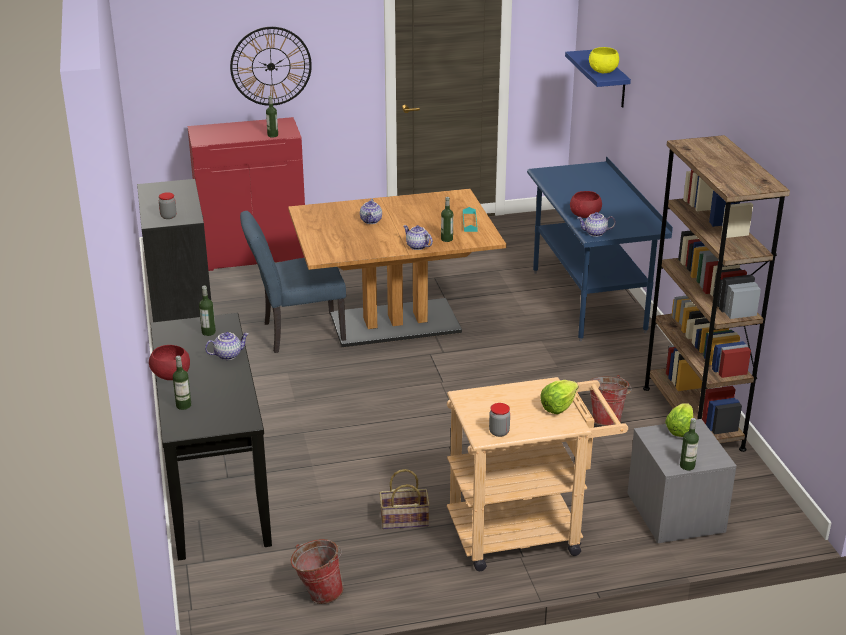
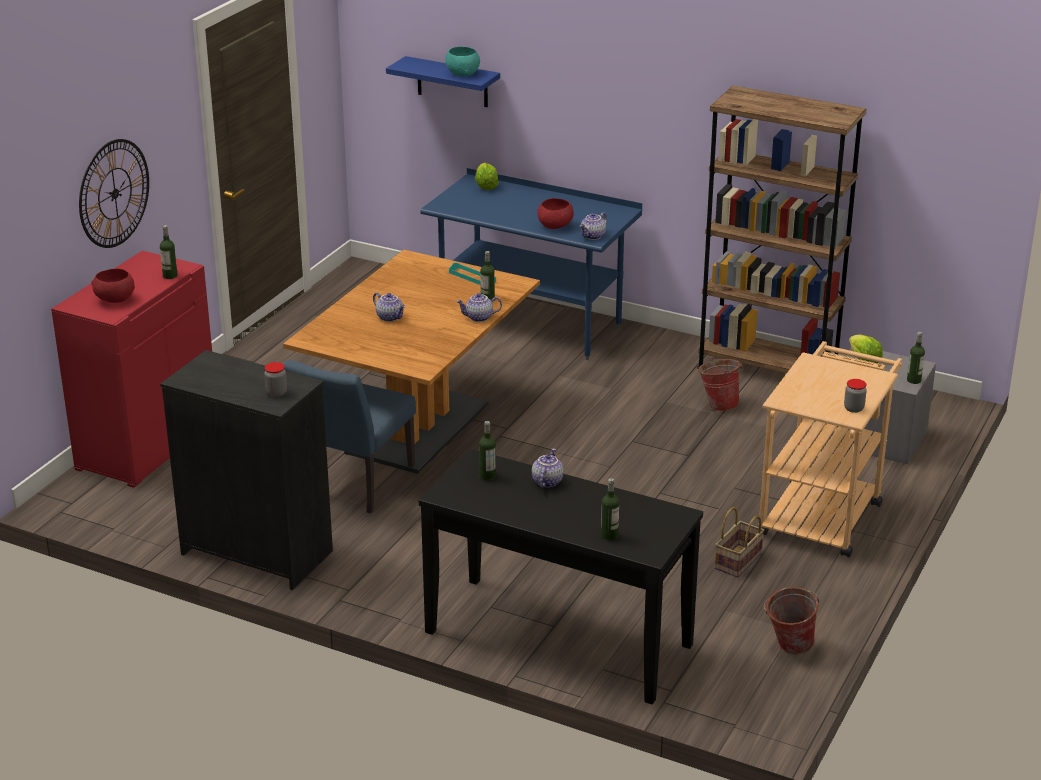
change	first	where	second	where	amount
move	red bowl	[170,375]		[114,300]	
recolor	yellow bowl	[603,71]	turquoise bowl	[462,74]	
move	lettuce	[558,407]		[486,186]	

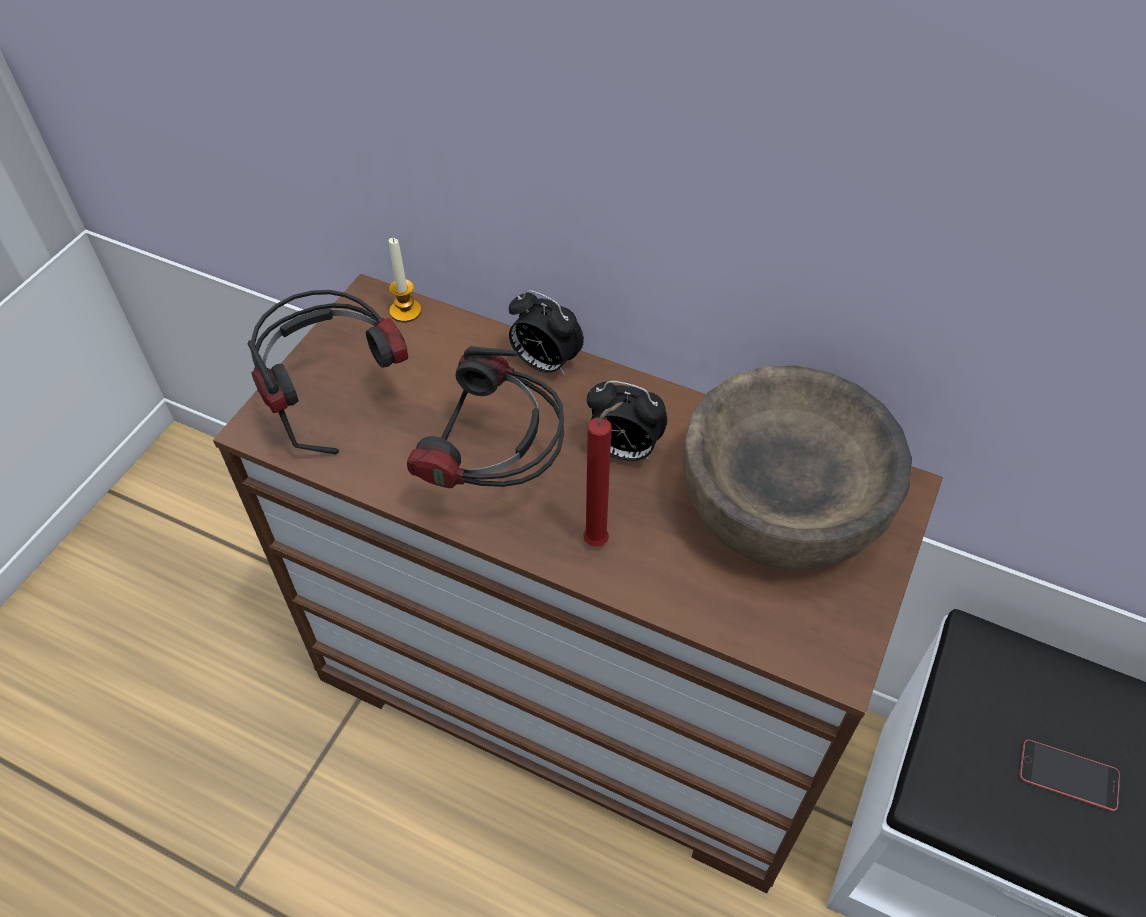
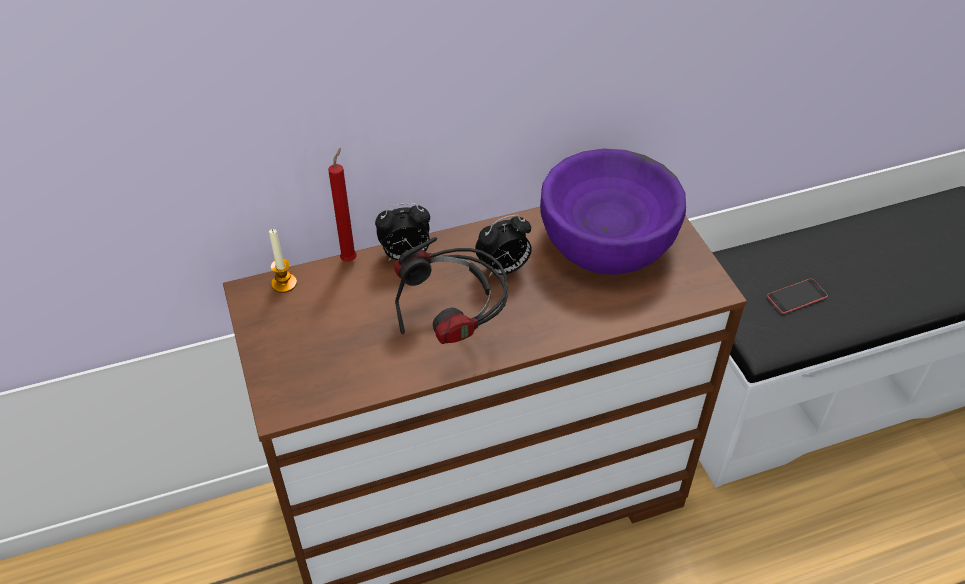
change	first	where	second	where	amount
move	red candle	[600,540]		[350,258]	
recolor	brown bowl	[782,502]	purple bowl	[607,238]	
delete	headphones	[335,400]			

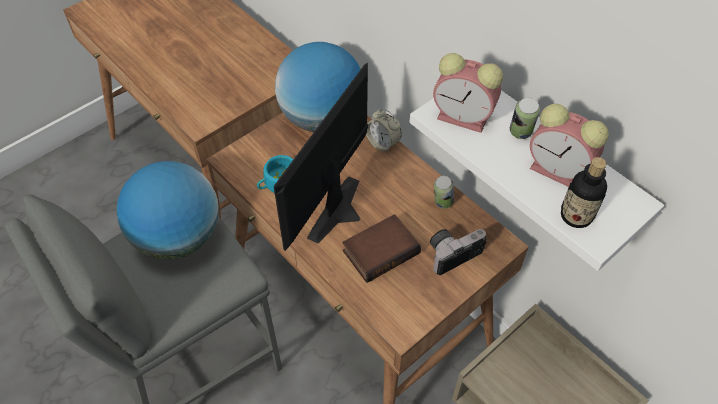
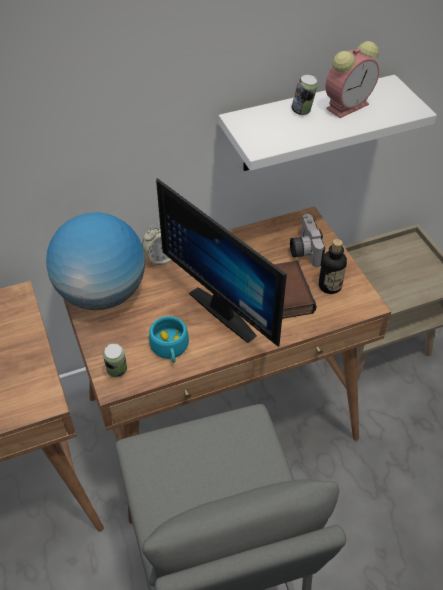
change	first	where	second	where	amount
move	can	[442,203]		[117,372]	
move	bottle	[576,216]		[330,286]	
delete	globe	[178,237]			
delete	alarm clock	[464,118]			

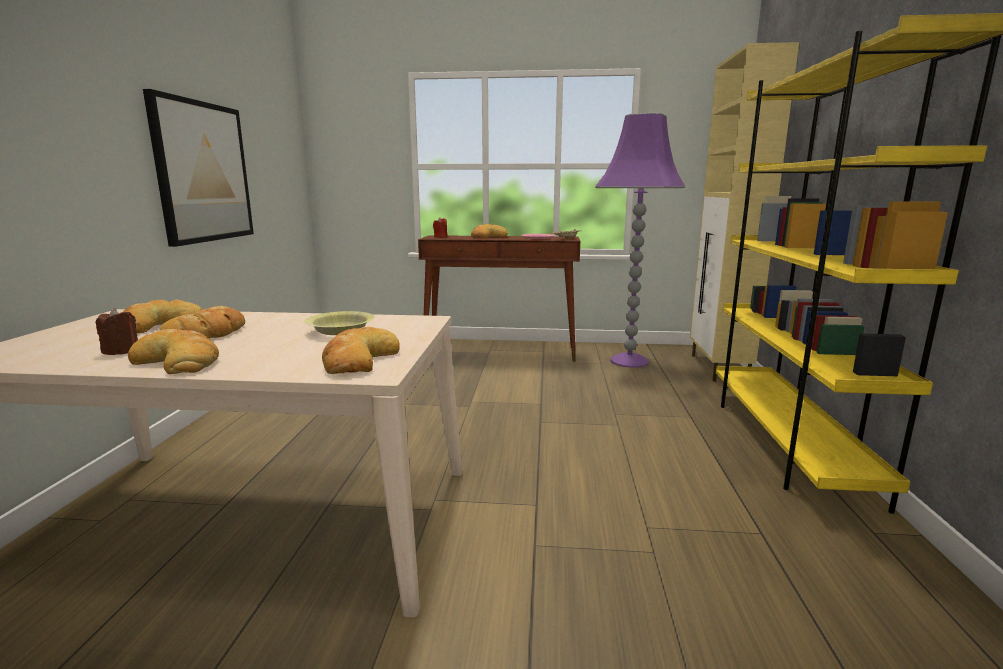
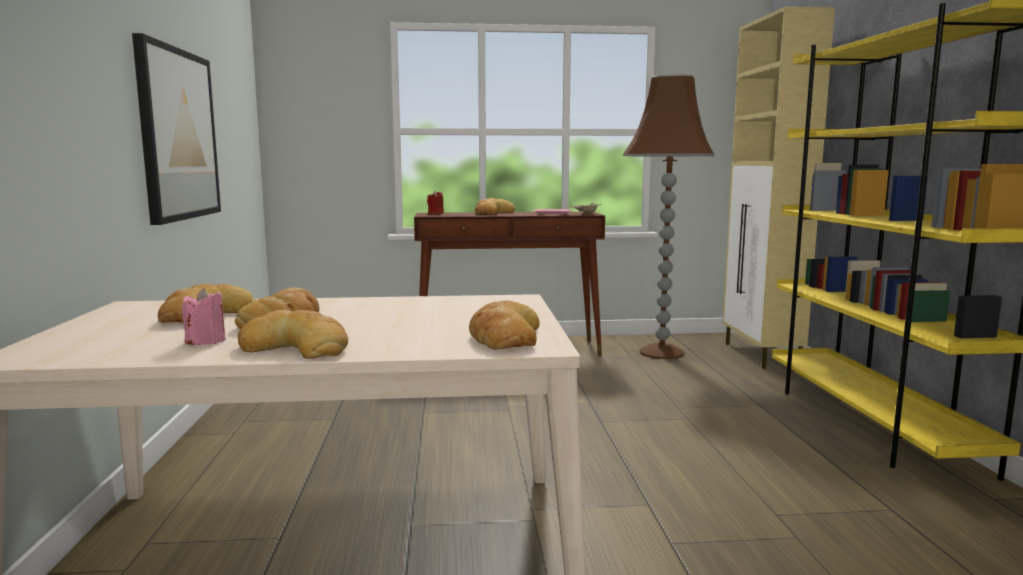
change	first	where	second	where	amount
recolor	brown candle	[121,351]	pink candle	[206,341]	
recolor	purple floor lamp	[628,361]	brown floor lamp	[661,352]	
delete	yellow bowl	[340,331]			

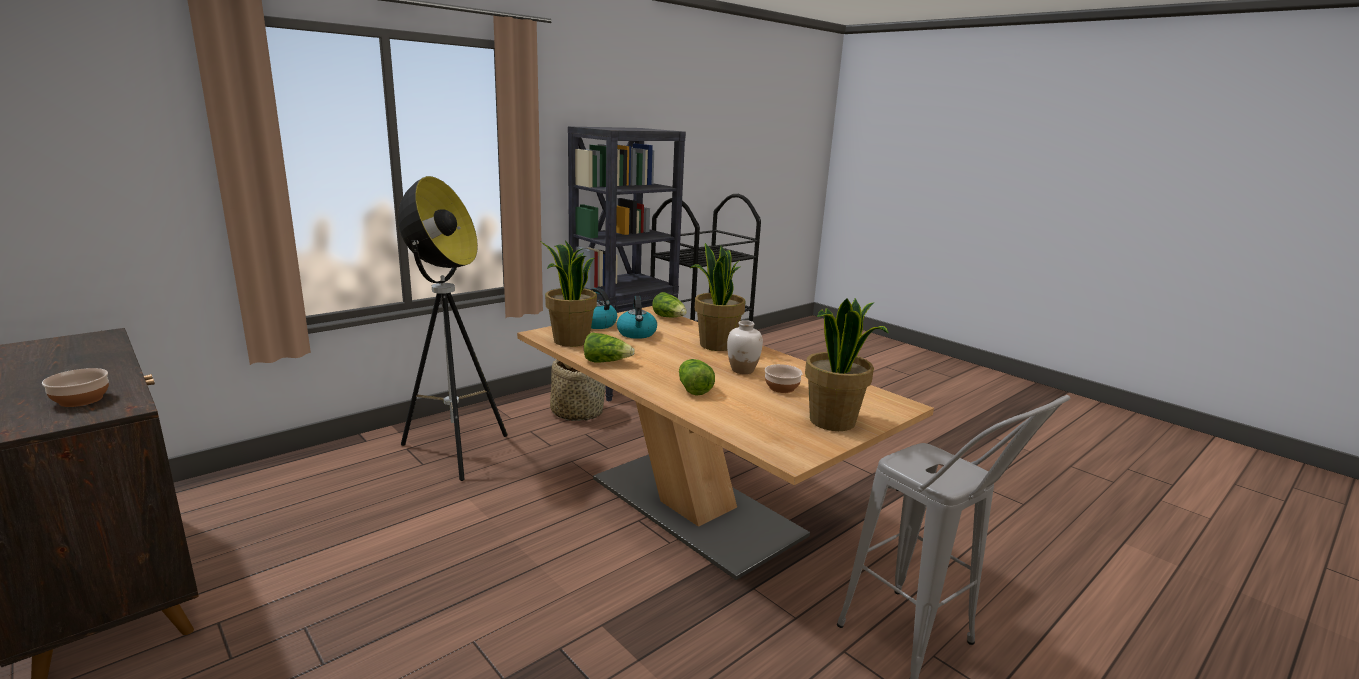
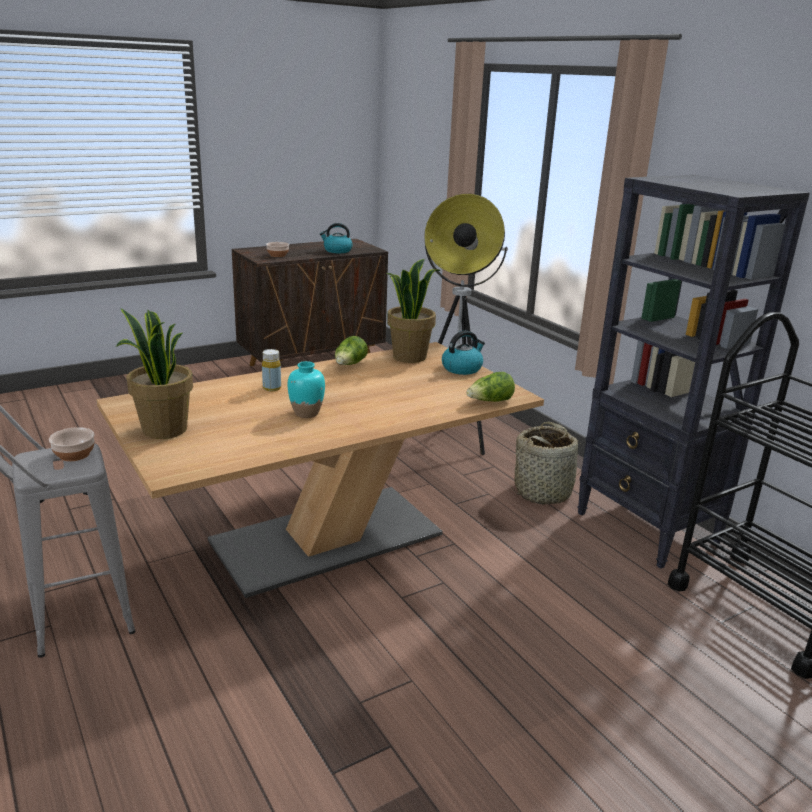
change	first	where	second	where	amount
move	bowl	[782,388]		[74,455]	
replace	lettuce	[693,388]	yellow bottle	[272,388]	
recolor	white vase	[742,370]	turquoise vase	[306,413]	
move	kettle	[637,334]		[337,251]	
delete	potted plant	[716,345]			

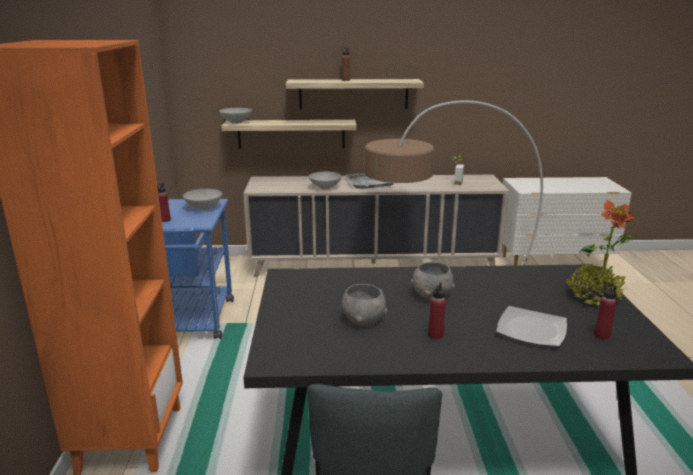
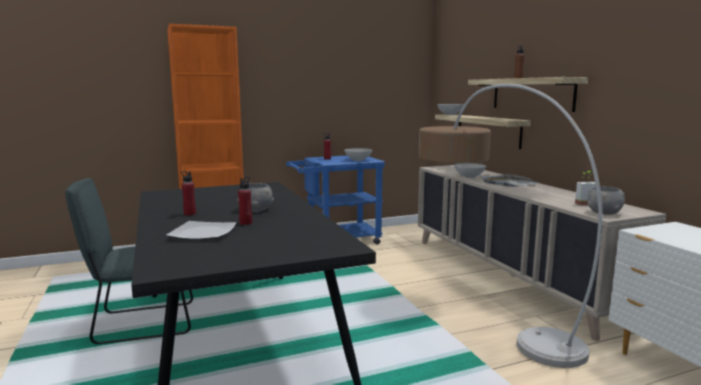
change	first	where	second	where	amount
move	red bottle	[601,335]		[246,223]	
move	grey bowl	[364,320]		[604,213]	
delete	potted plant	[594,297]			

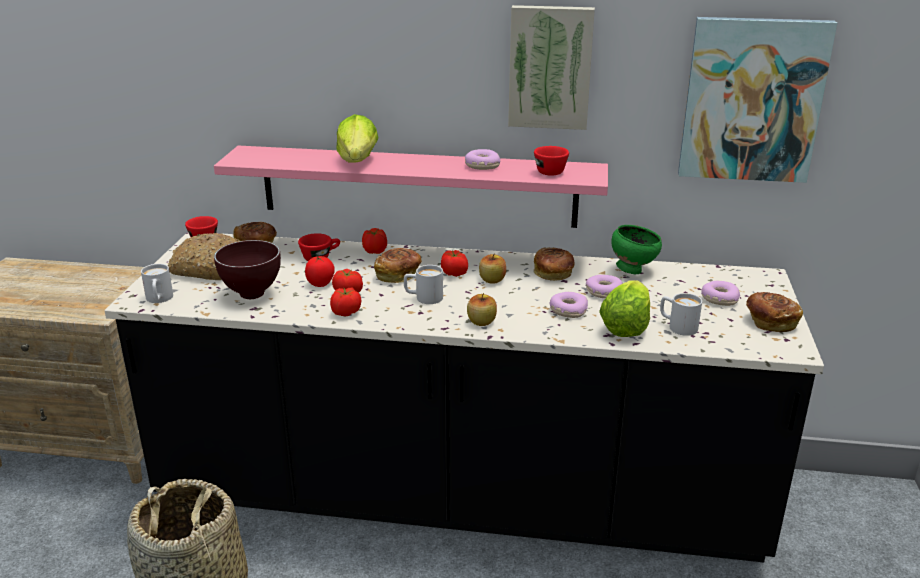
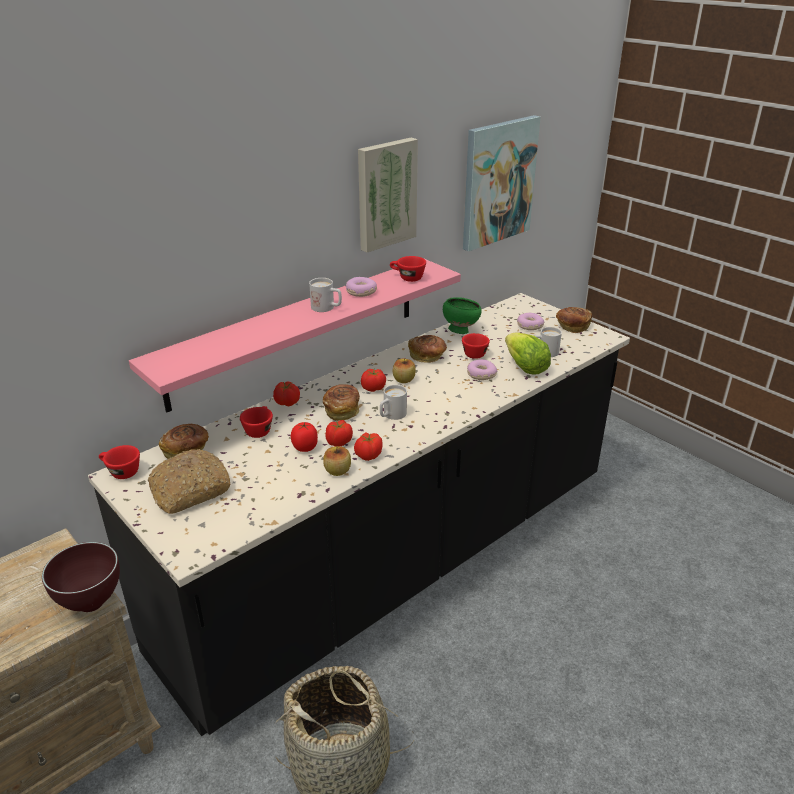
change	first	where	second	where	amount
move	brown bowl	[253,295]		[93,603]	
move	white mug	[159,300]		[327,308]	
move	apple	[481,322]		[337,471]	
replace	donut	[604,292]	red cup	[474,353]	
delete	lettuce	[358,161]			

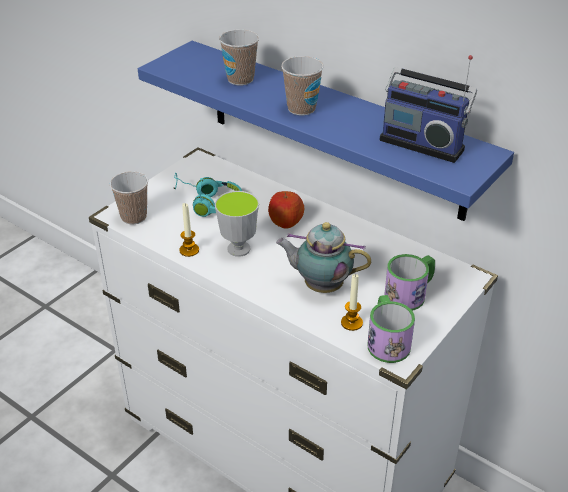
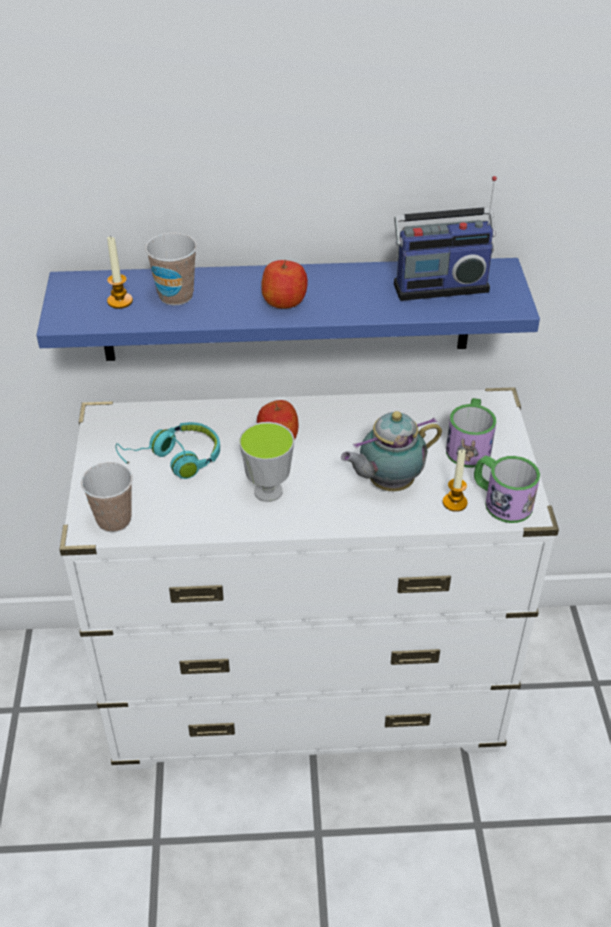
change	first	where	second	where	amount
move	candle	[189,250]		[120,301]	
replace	cup	[301,109]	apple	[284,301]	

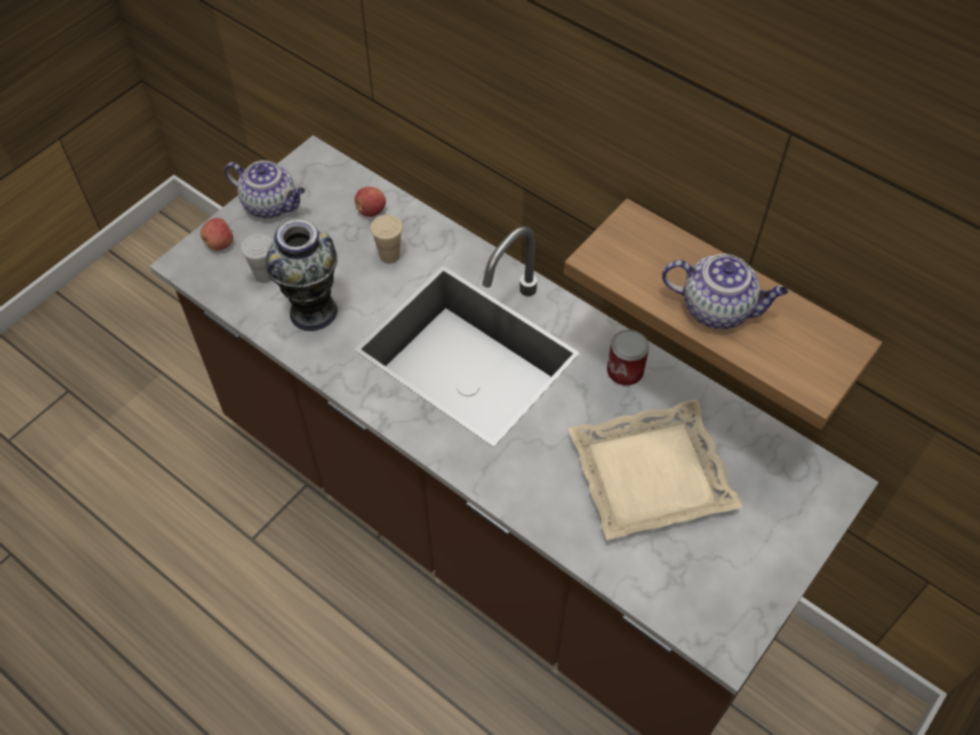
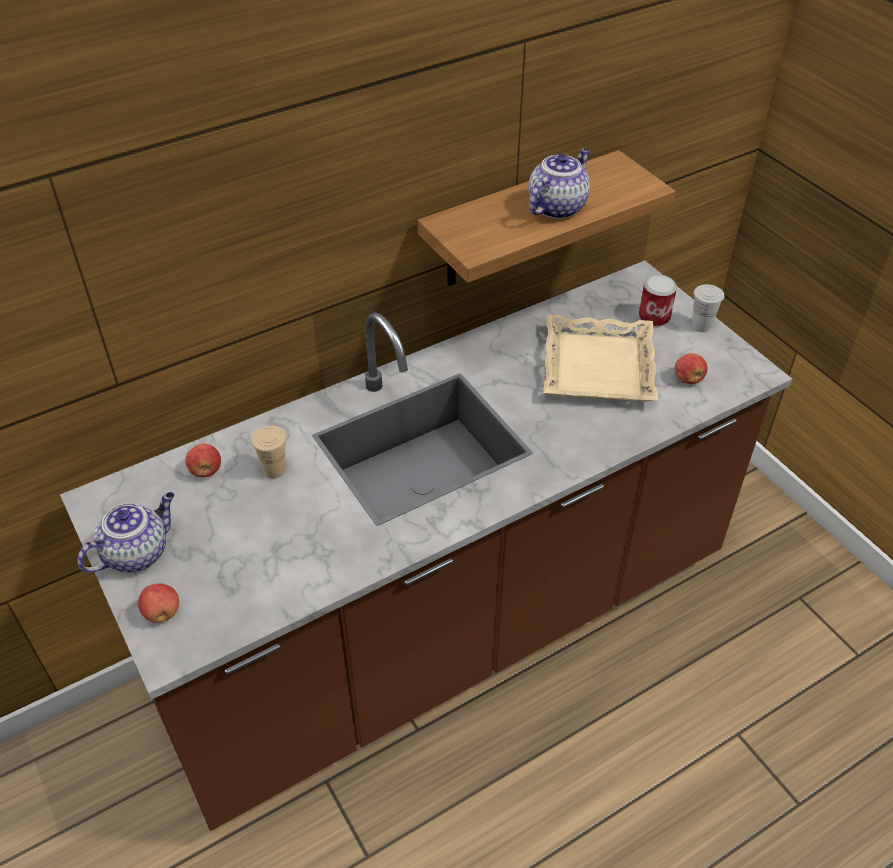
change	first	where	second	where	amount
move	can	[625,371]		[654,317]	
insert			apple	[688,379]	
move	white cup	[265,275]		[701,326]	
delete	vase	[313,312]			

